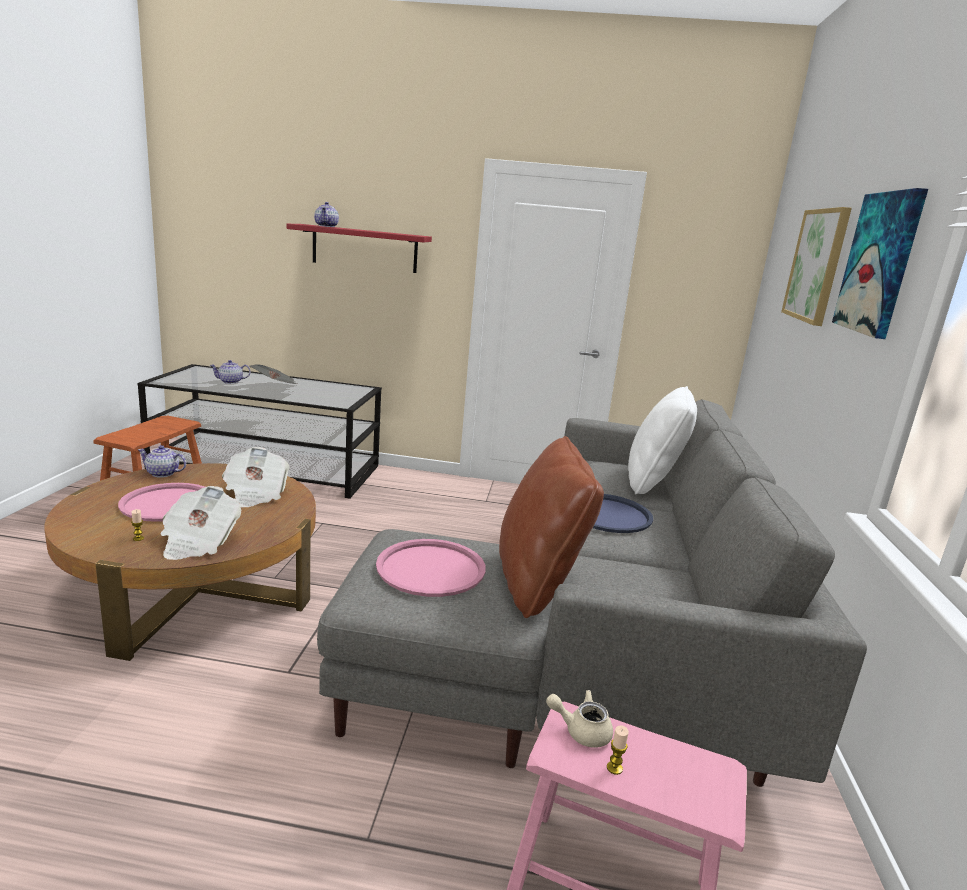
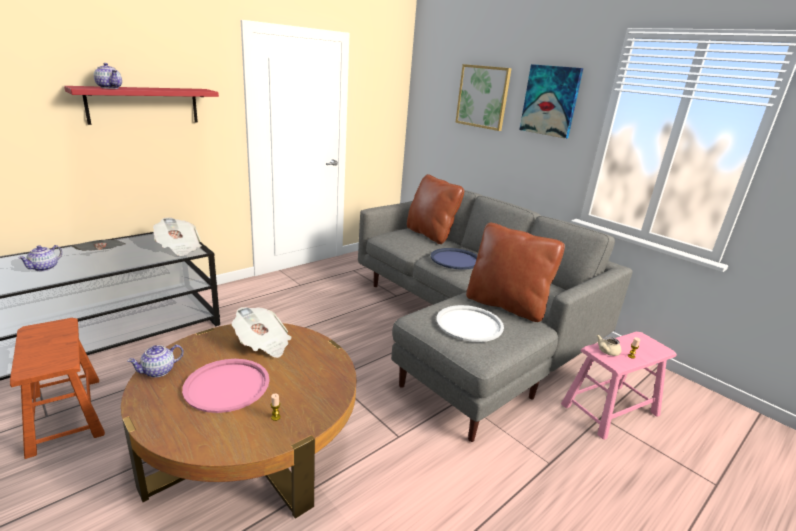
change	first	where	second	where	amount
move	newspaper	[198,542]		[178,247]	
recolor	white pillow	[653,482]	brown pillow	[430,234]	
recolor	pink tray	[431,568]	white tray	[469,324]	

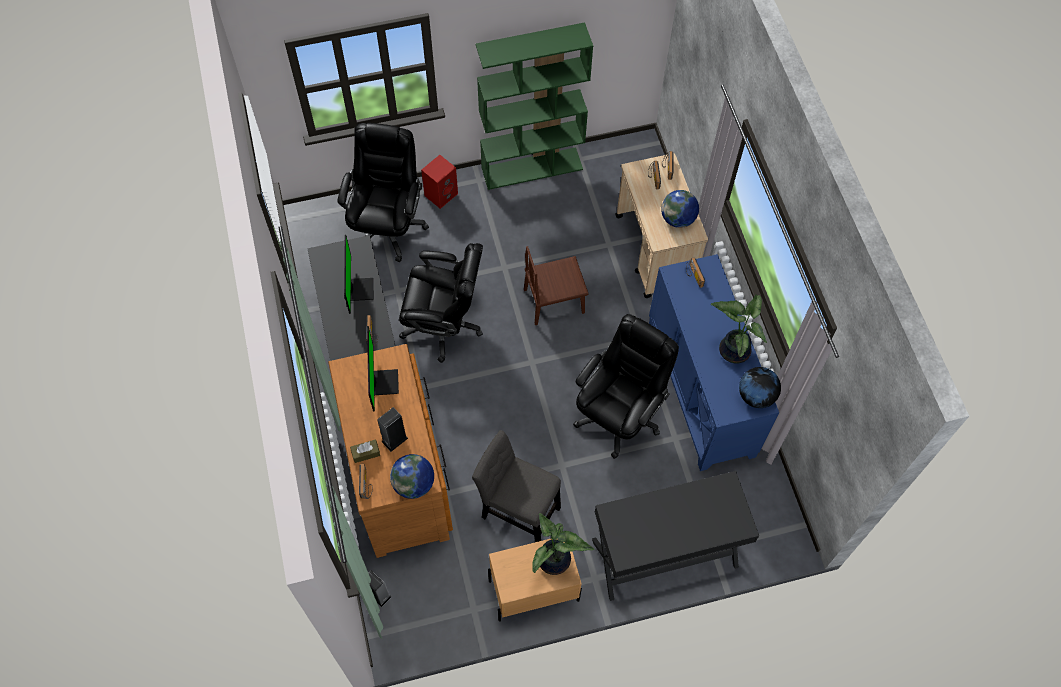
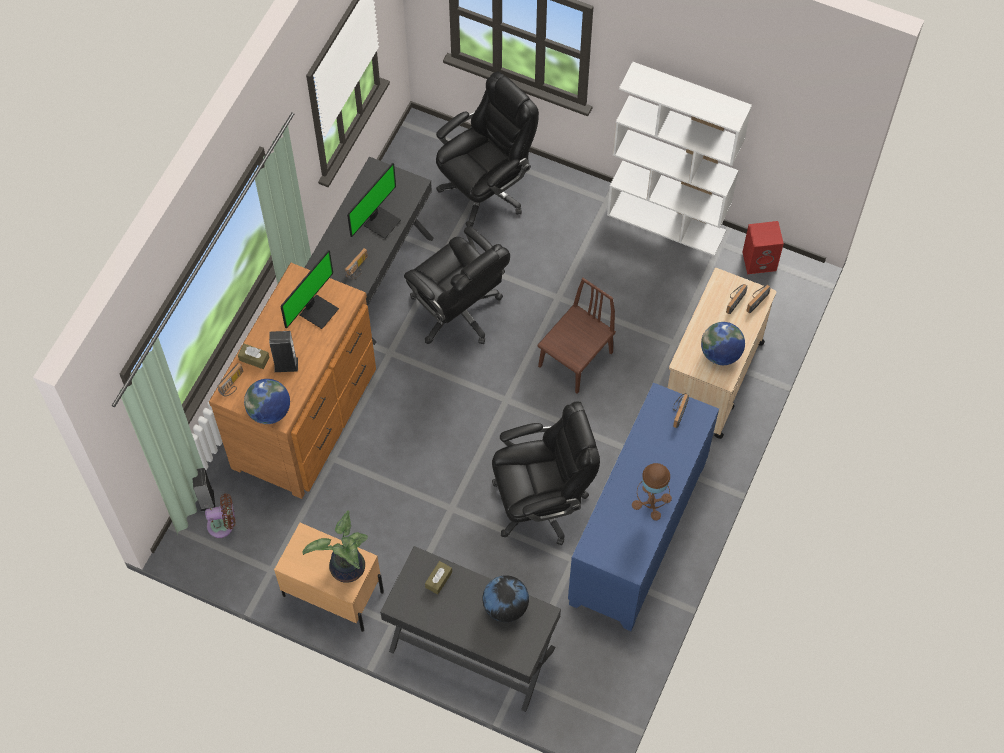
change	first	where	second	where	amount
insert			brown fan	[223,525]	
insert			brown tissue box	[438,579]	
move	globe	[756,396]		[505,606]	
rotate	brown chair	[554,301]		[575,359]	105 degrees clockwise
recolor	green bookcase	[532,168]	white bookcase	[667,222]	
replace	potted plant	[733,349]	brown table lamp	[651,501]	
move	red speaker	[441,194]		[760,260]	
delete	grey chair	[517,509]			

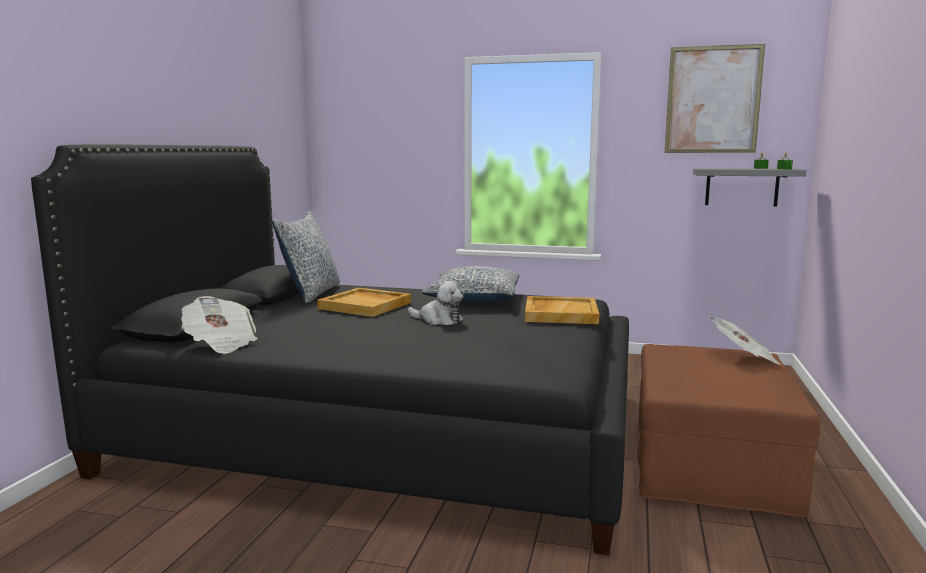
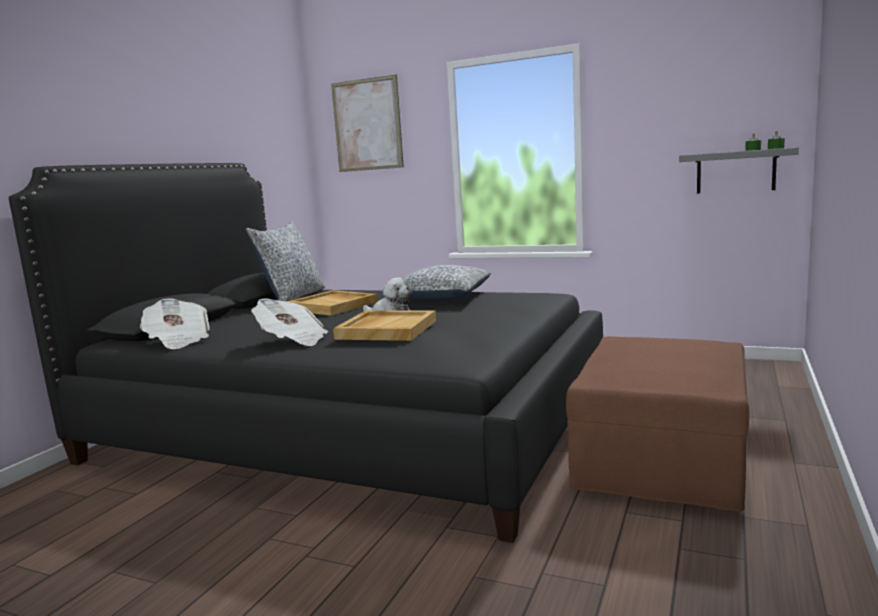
change	first	where	second	where	amount
move	newspaper	[743,357]		[292,340]	
move	picture	[713,100]		[367,125]	
move	beige tray	[560,313]		[386,329]	

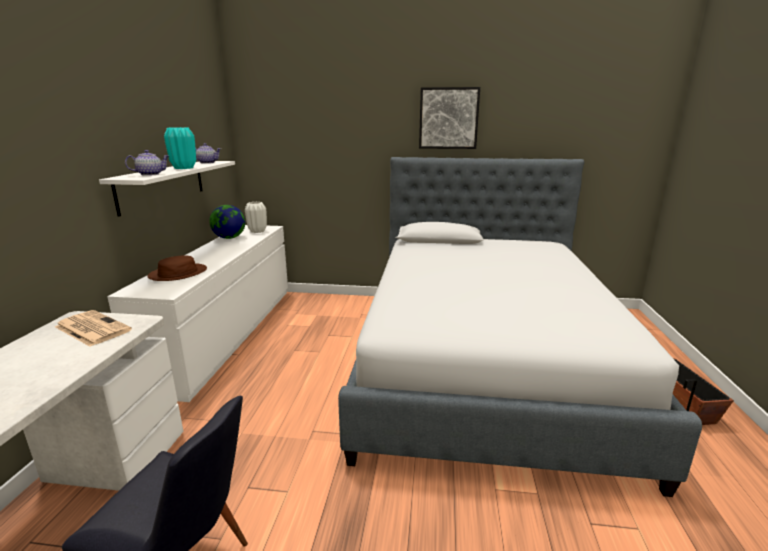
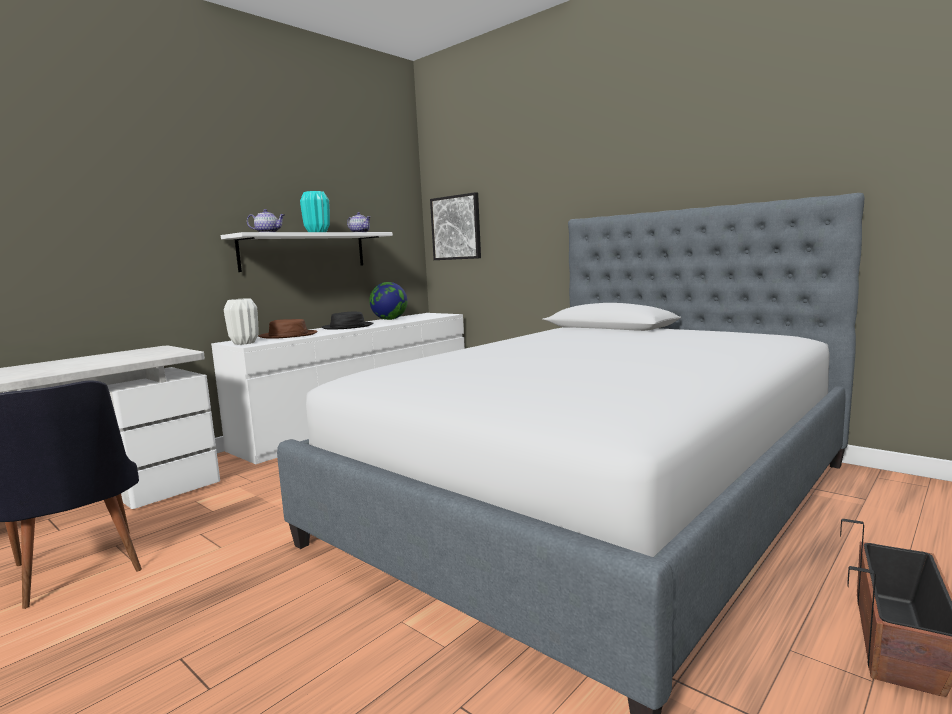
change	first	where	second	where	amount
move	white vase	[257,231]		[244,343]	
insert			black hat	[348,327]	
move	picture	[448,118]		[456,227]	
delete	newspaper	[91,328]			

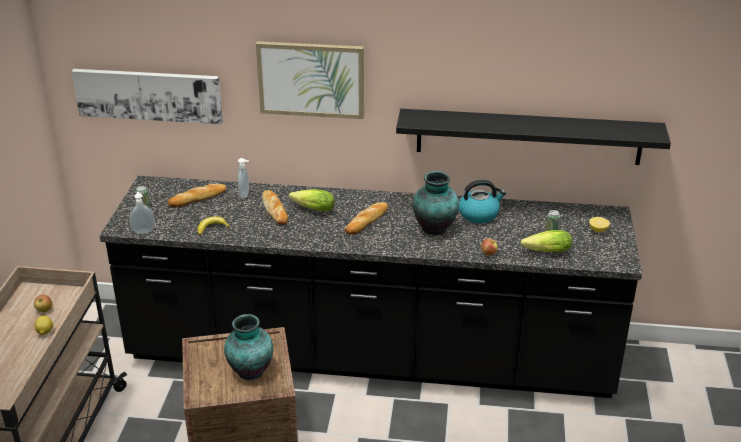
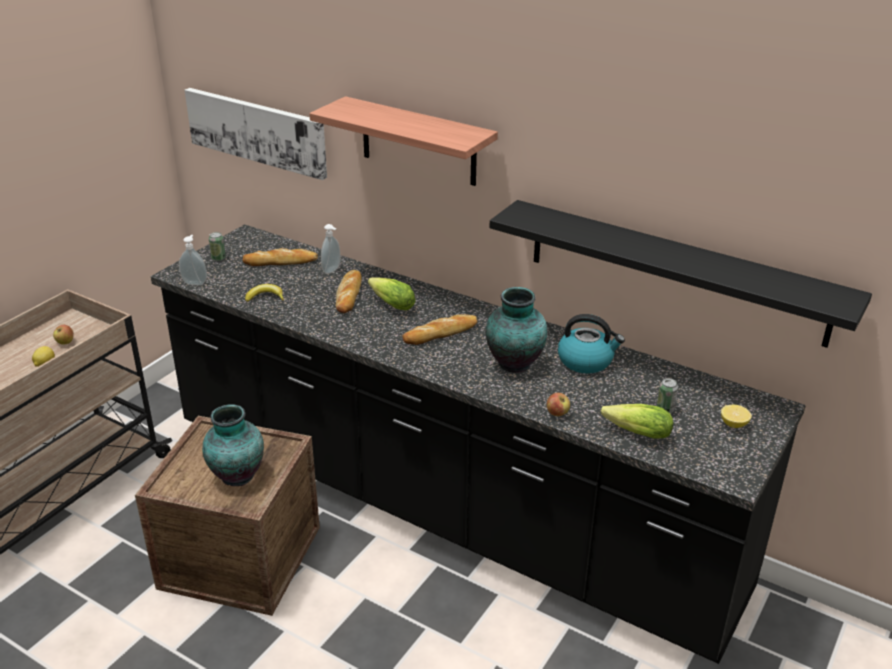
change	first	where	second	where	amount
replace	picture	[311,79]	shelf	[418,142]	

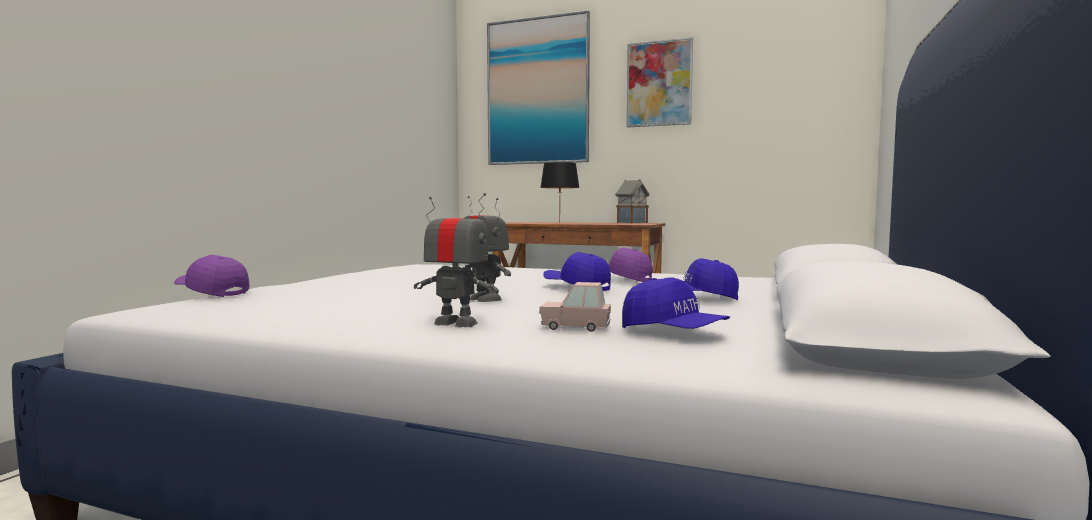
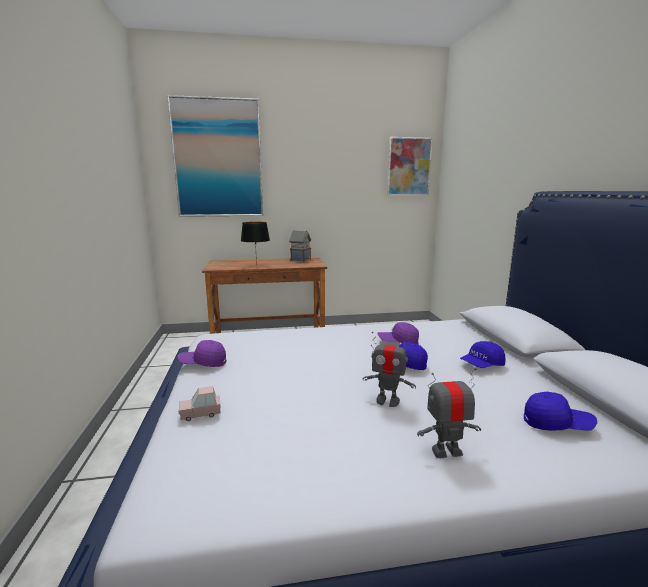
change	first	where	second	where	amount
move	purple cap	[212,293]		[203,363]	
move	pink toy car	[575,327]		[200,414]	
move	picture	[659,84]		[409,167]	

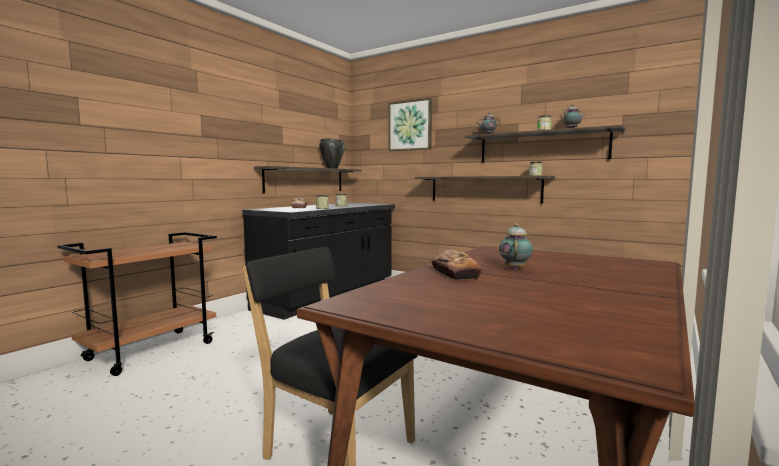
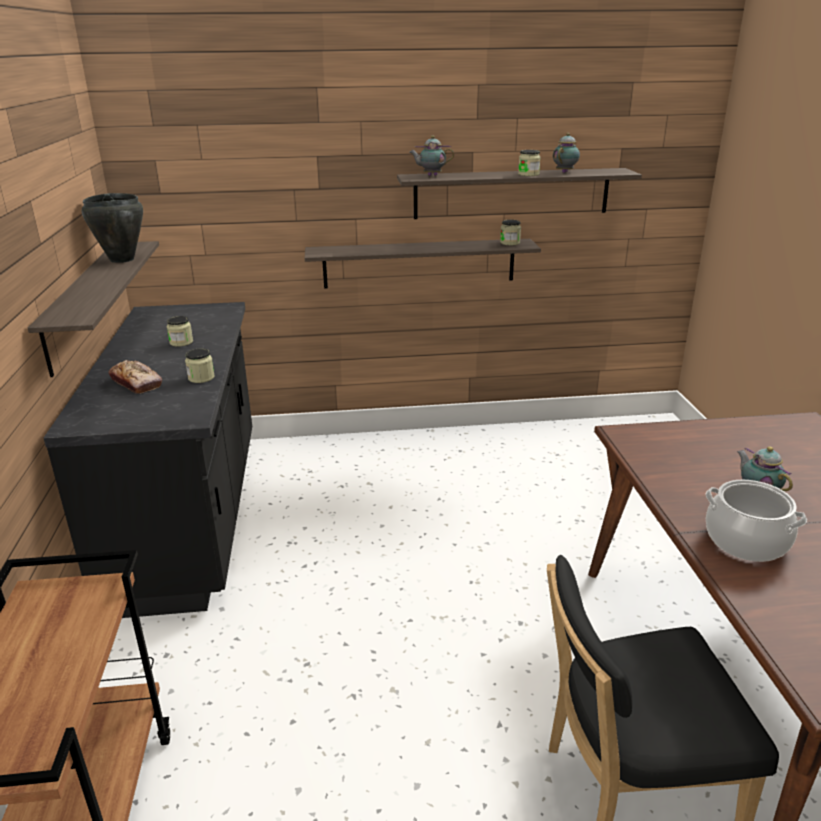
change	first	where	second	where	amount
replace	bread	[455,273]	cooking pot	[746,541]	
delete	picture	[410,125]			

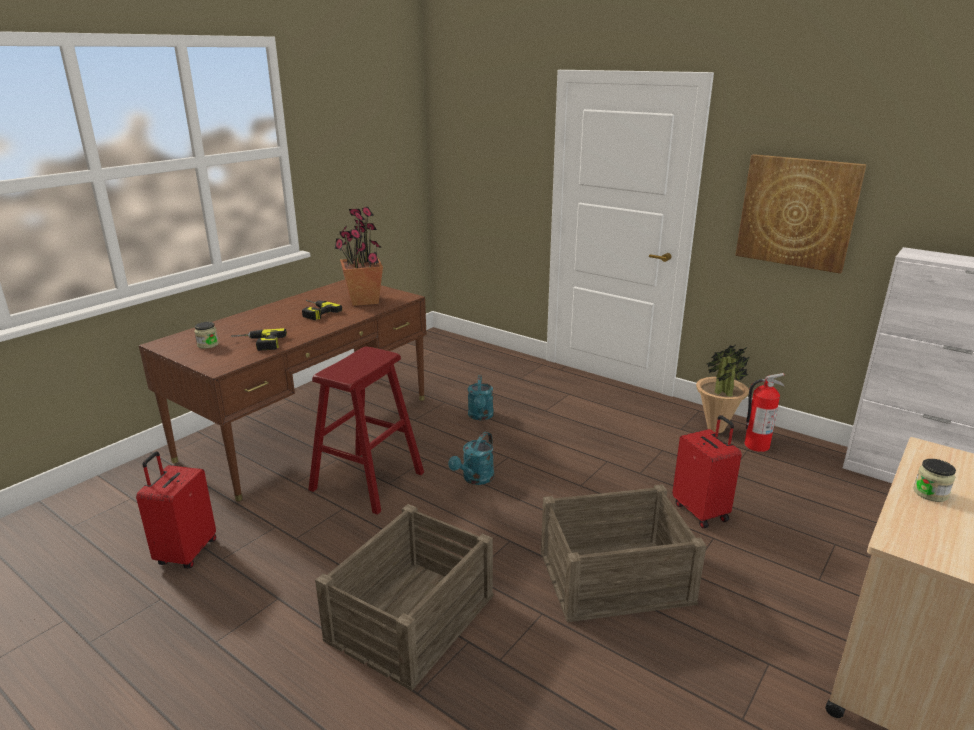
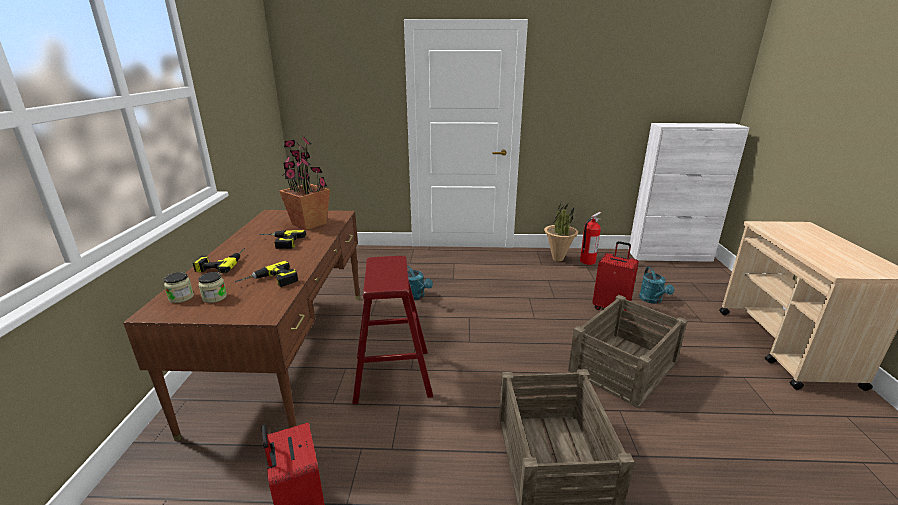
change	first	where	second	where	amount
move	jar	[930,493]		[181,297]	
insert			power drill	[221,263]	
move	turquoise watering can	[475,479]		[652,300]	
delete	picture	[797,212]			

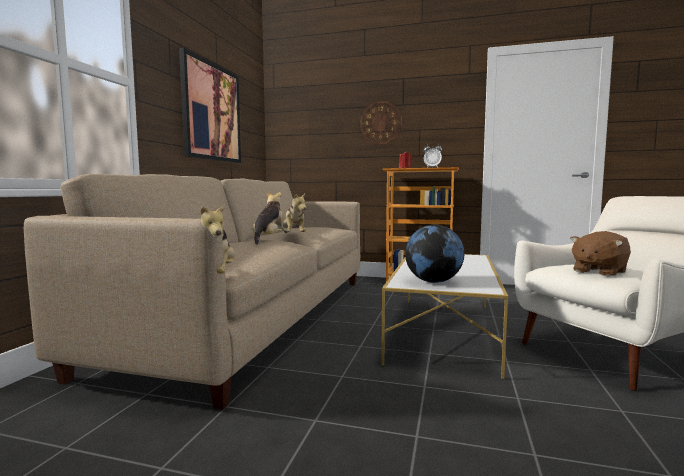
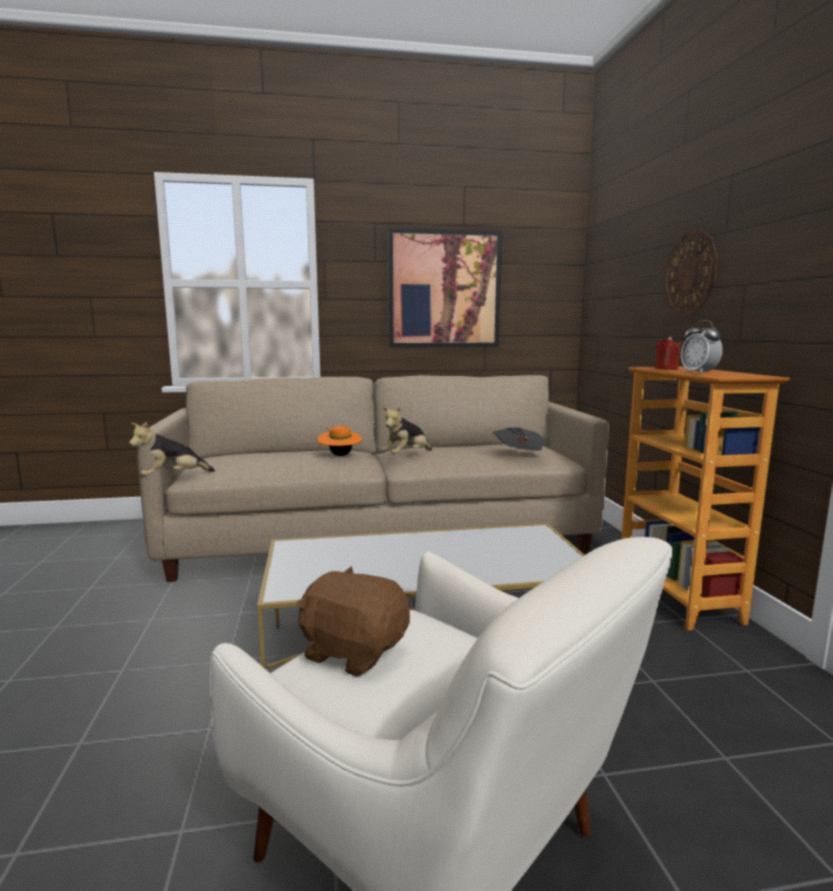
change	first	where	second	where	amount
replace	plush toy	[269,240]	orange hat	[340,455]	
insert			newspaper	[522,455]	
delete	globe	[433,282]			

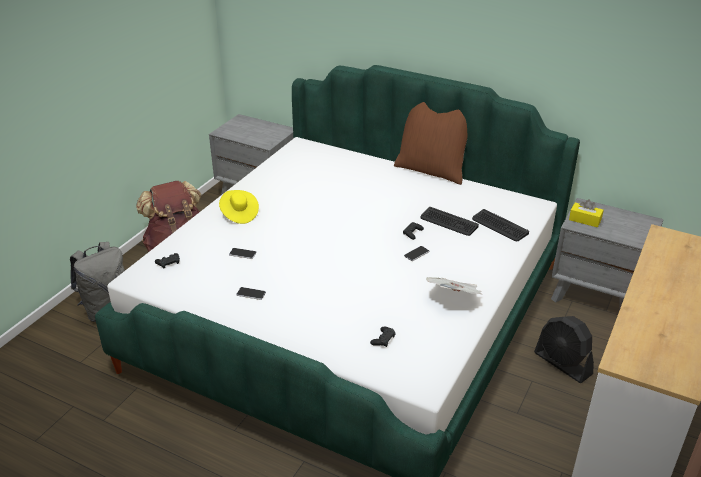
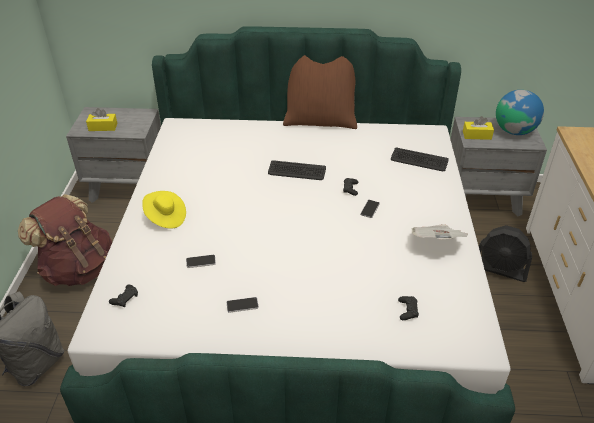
change	first	where	second	where	amount
insert			yellow tissue box	[103,127]	
move	keyboard	[448,222]		[296,171]	
insert			globe	[514,131]	

